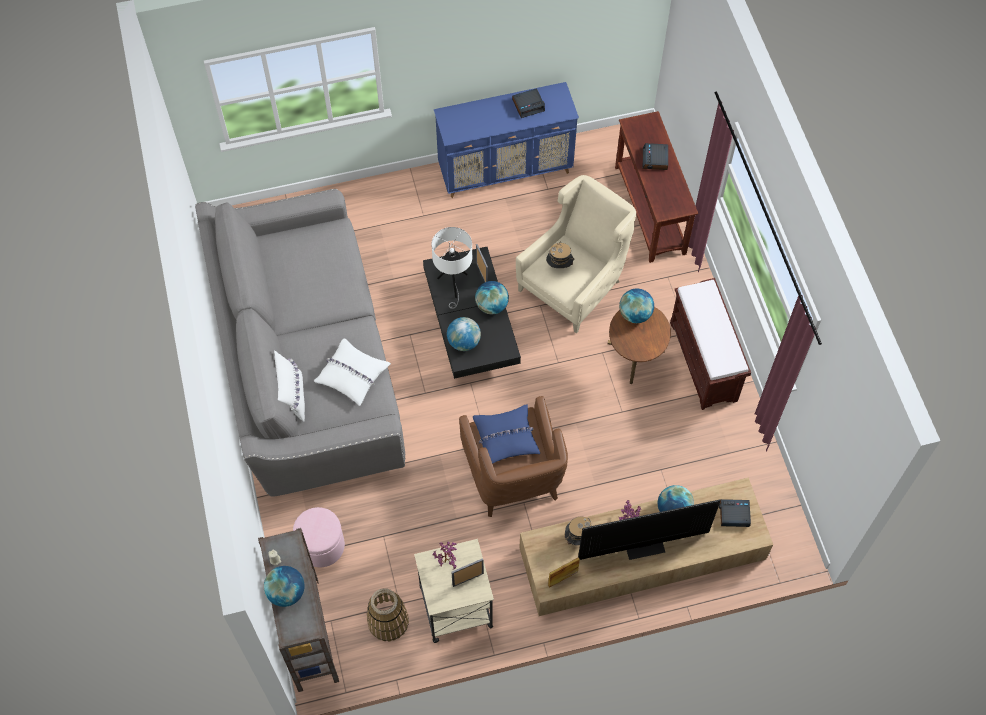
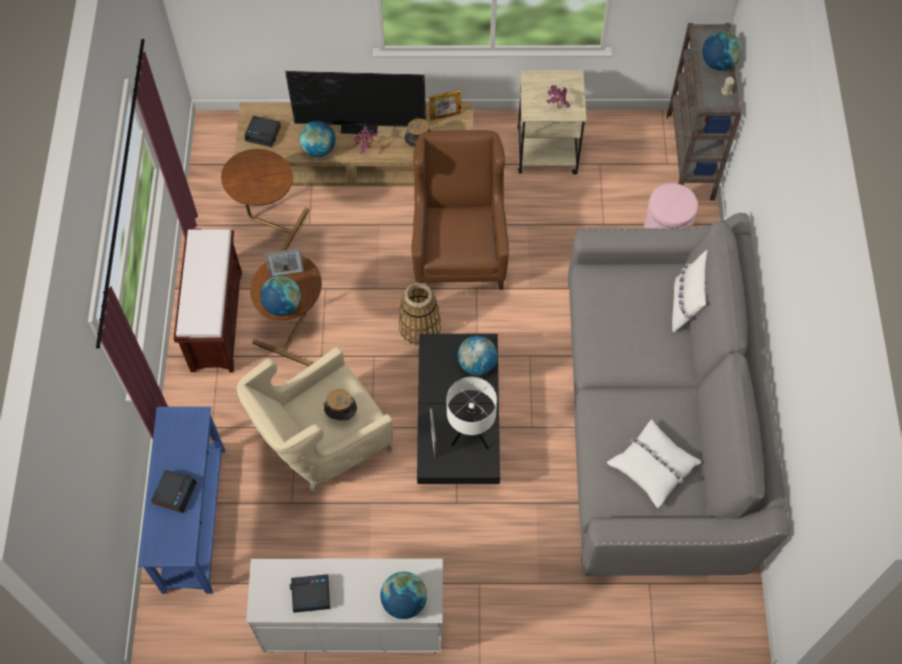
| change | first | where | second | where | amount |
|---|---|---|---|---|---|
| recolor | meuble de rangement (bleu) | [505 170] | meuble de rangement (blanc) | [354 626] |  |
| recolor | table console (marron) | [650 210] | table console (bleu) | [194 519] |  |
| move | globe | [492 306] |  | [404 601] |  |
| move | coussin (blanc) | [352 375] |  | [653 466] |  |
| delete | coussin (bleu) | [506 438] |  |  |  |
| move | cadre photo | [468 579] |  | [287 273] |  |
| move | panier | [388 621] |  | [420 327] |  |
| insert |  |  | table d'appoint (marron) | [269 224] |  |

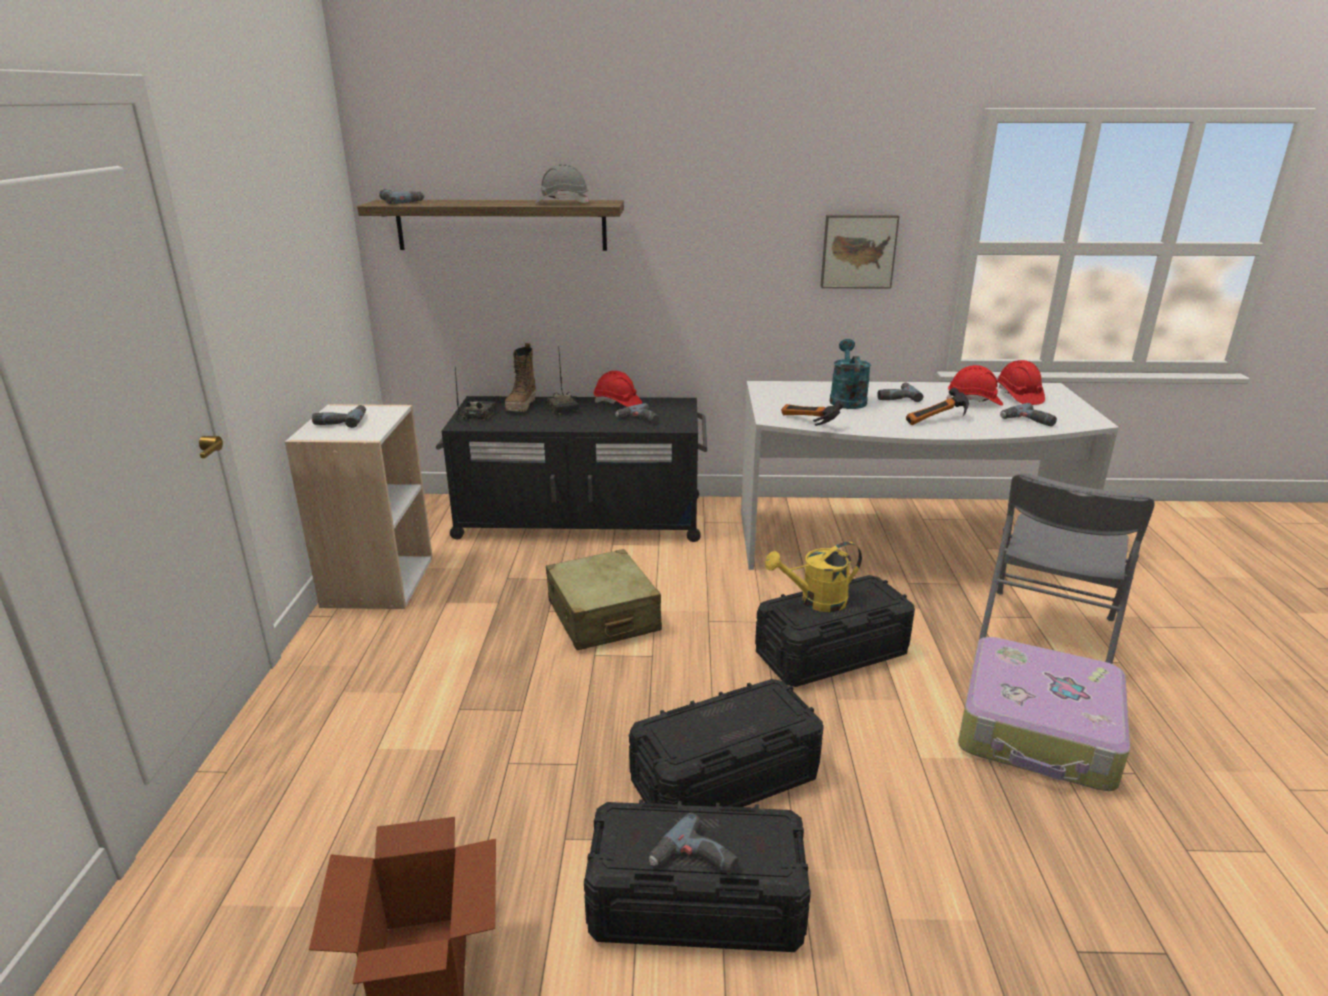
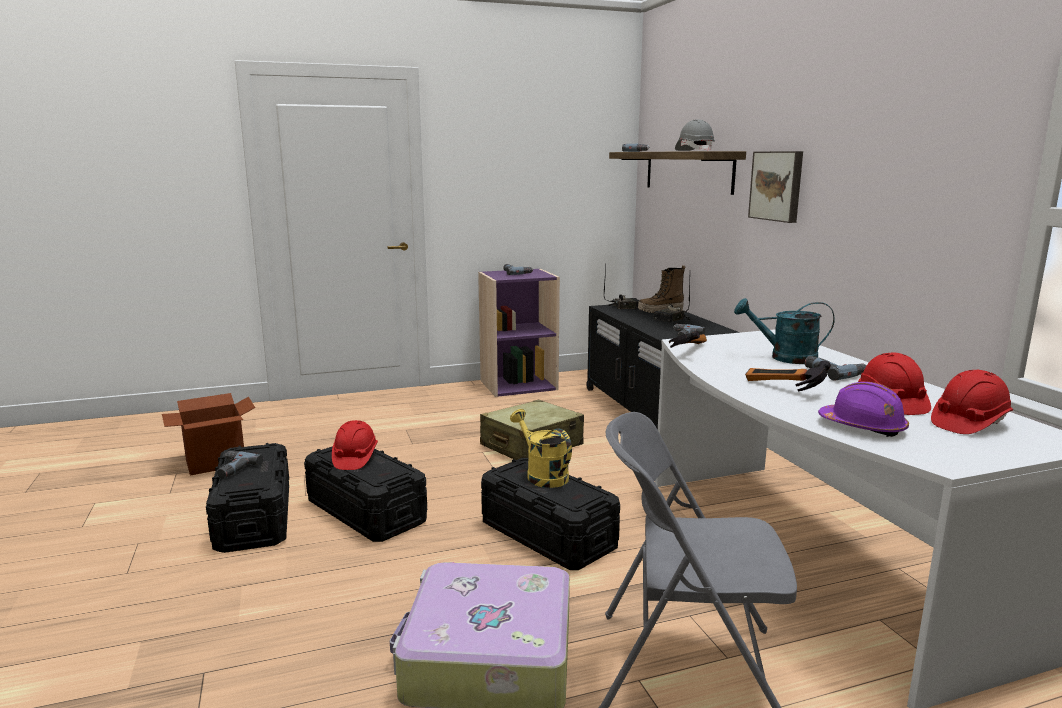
| change | first | where | second | where | amount |
|---|---|---|---|---|---|
| move | tableau | [858 251] |  | [777 186] |  |
| rotate | arrosoir (turquoise) | [846 399] |  | [784 358] | 150 degrees counterclockwise |
| move | casque de chantier (rouge) | [617 403] |  | [354 458] |  |
| replace | perceuse | [1027 421] | casque de chantier (violet) | [862 427] |  |
| recolor | bibliothèque (blanc) | [377 581] | bibliothèque (violet) | [519 384] |  |

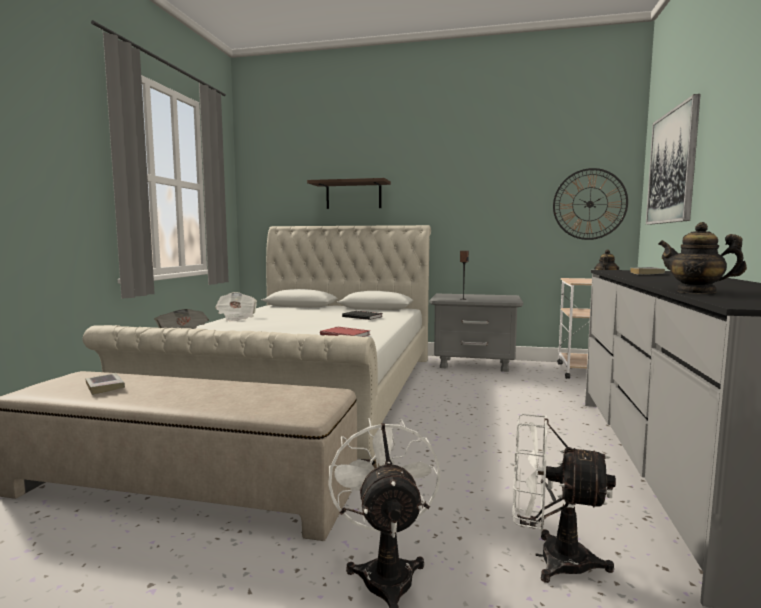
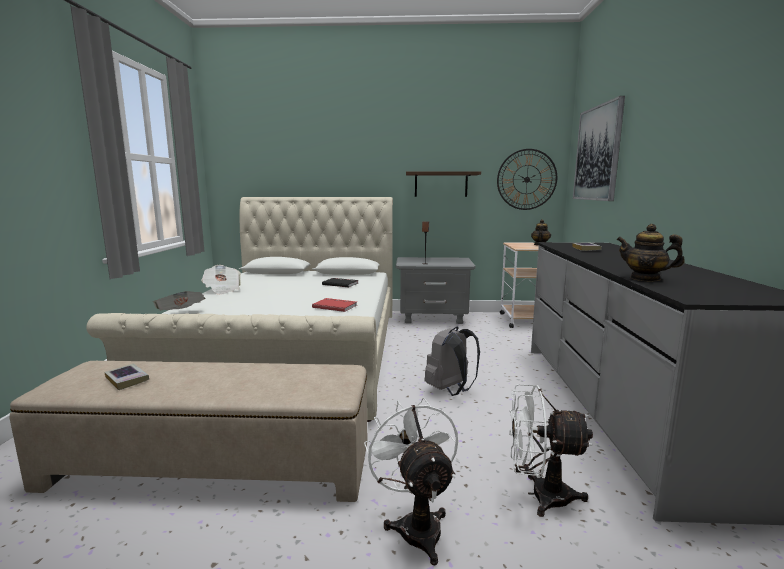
| change | first | where | second | where | amount |
|---|---|---|---|---|---|
| move | étagère | [353 195] |  | [441 184] |  |
| insert |  |  | sac à dos (gris) | [450 390] |  |

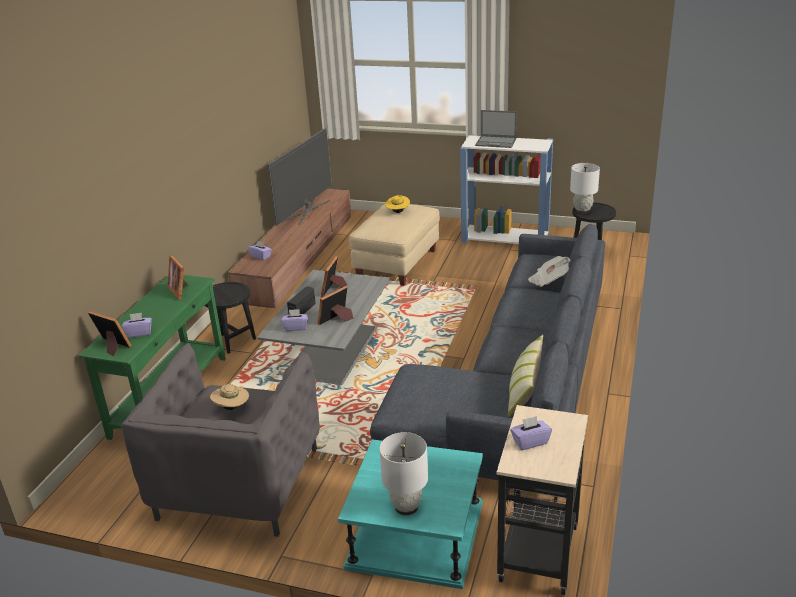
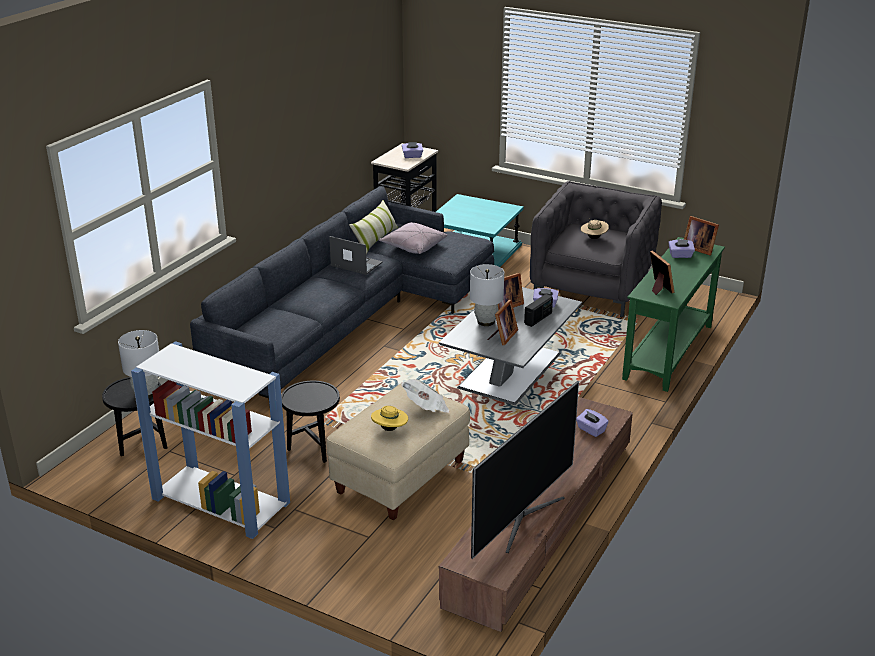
| change | first | where | second | where | amount |
|---|---|---|---|---|---|
| move | ordinateur portable | [496 142] |  | [356 264] |  |
| move | journal | [548 280] |  | [426 407] |  |
| move | table d'appoint (noir) | [233 341] |  | [313 451] |  |
| move | lampe de table (blanc) | [406 507] |  | [485 322] |  |
| insert |  |  | coussin (violet) | [413 246] |  |

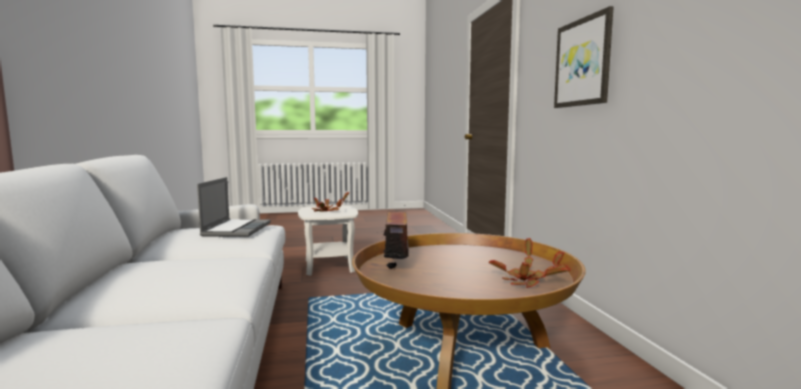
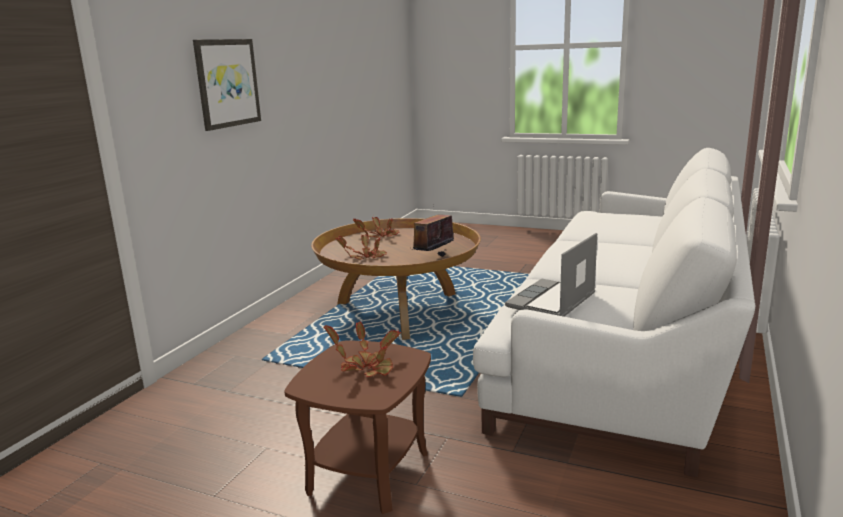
| change | first | where | second | where | amount |
|---|---|---|---|---|---|
| recolor | table d'appoint (blanc) | [329 266] | table d'appoint (marron) | [368 471] |  |
| insert |  |  | plante en pot | [365 257] |  |

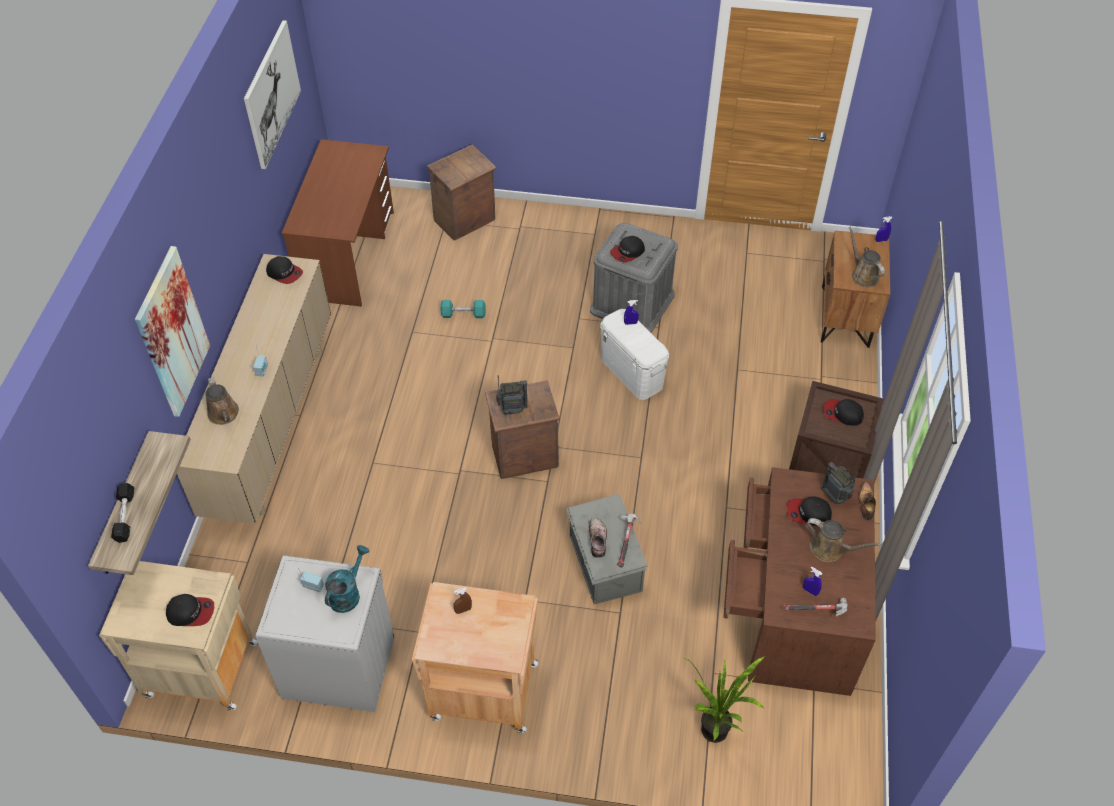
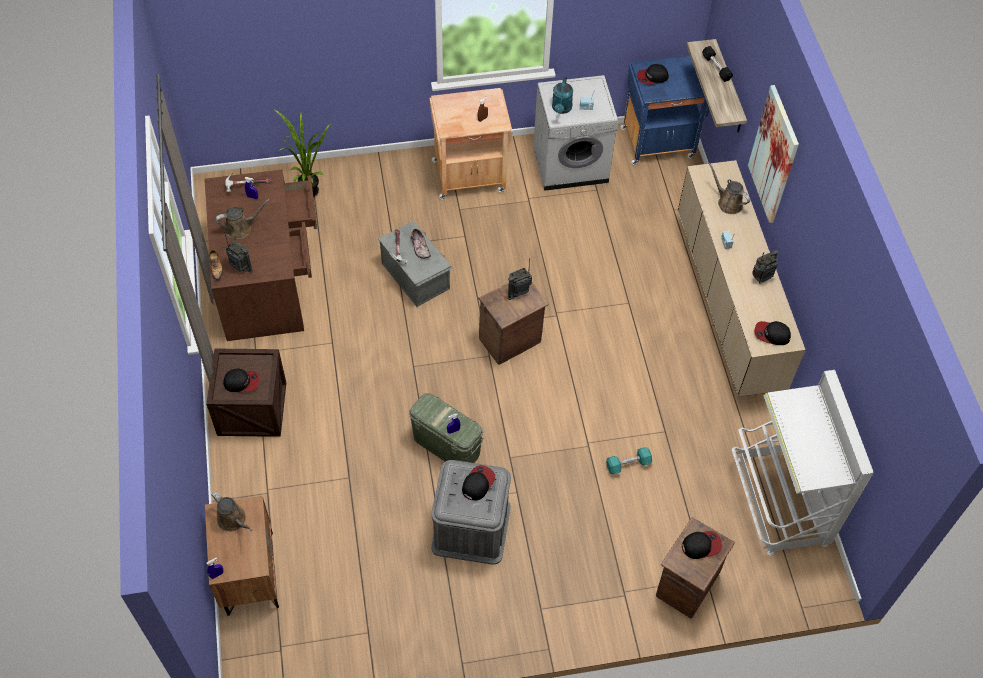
| change | first | where | second | where | amount |
|---|---|---|---|---|---|
| delete | tableau | [271 94] |  |  |  |
| replace | bureau (marron) | [348 255] | étagère à chaussures (blanc) | [777 502] |  |
| recolor | boîte de rangement (blanc) | [632 372] | boîte de rangement (vert) | [446 446] |  |
| move | casquette | [808 513] |  | [701 545] |  |
| rotate | arrosoir (marron) | [830 549] |  | [241 228] | 150 degrees clockwise |
| recolor | chariot (beige) | [199 669] | chariot (bleu) | [659 142] |  |
| insert |  |  | radio | [761 278] |  |

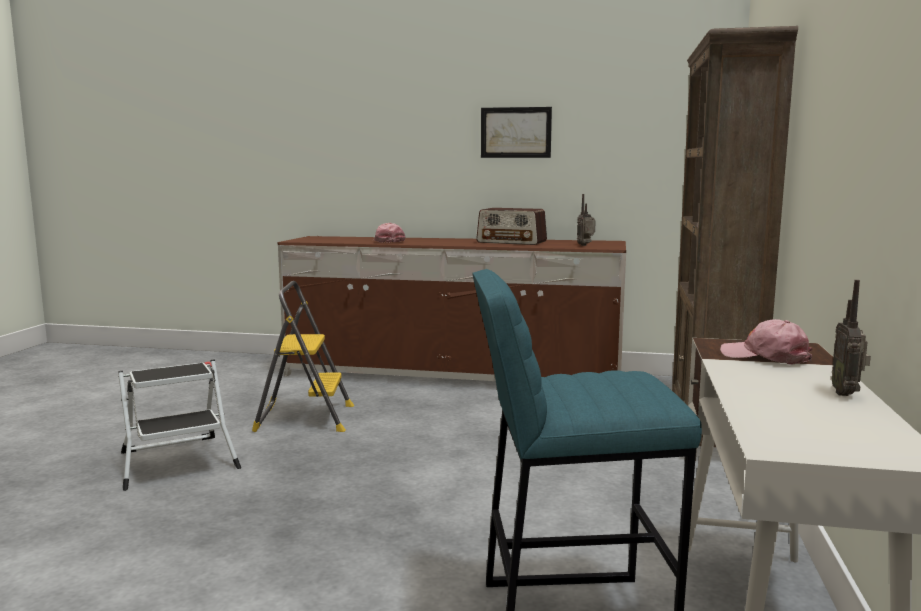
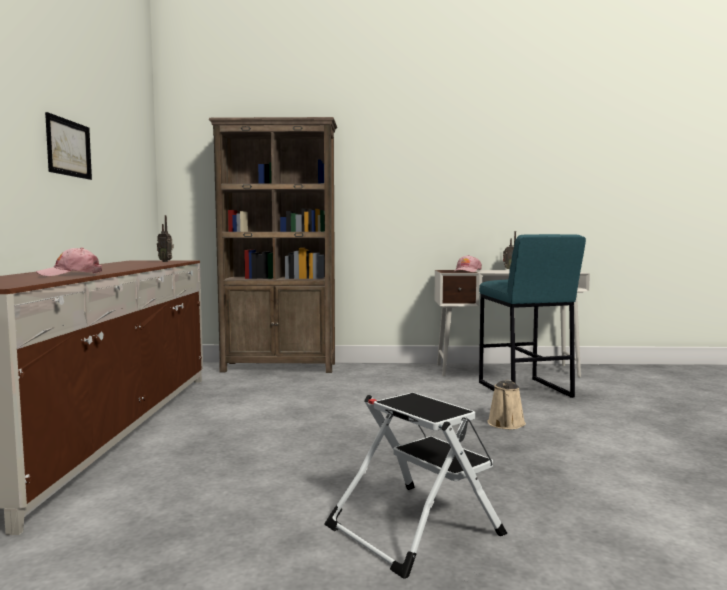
| change | first | where | second | where | amount |
|---|---|---|---|---|---|
| delete | radio | [512 242] |  |  |  |
| delete | escabeau (jaune) | [300 417] |  |  |  |
| insert |  |  | arrosoir (beige) | [506 424] |  |

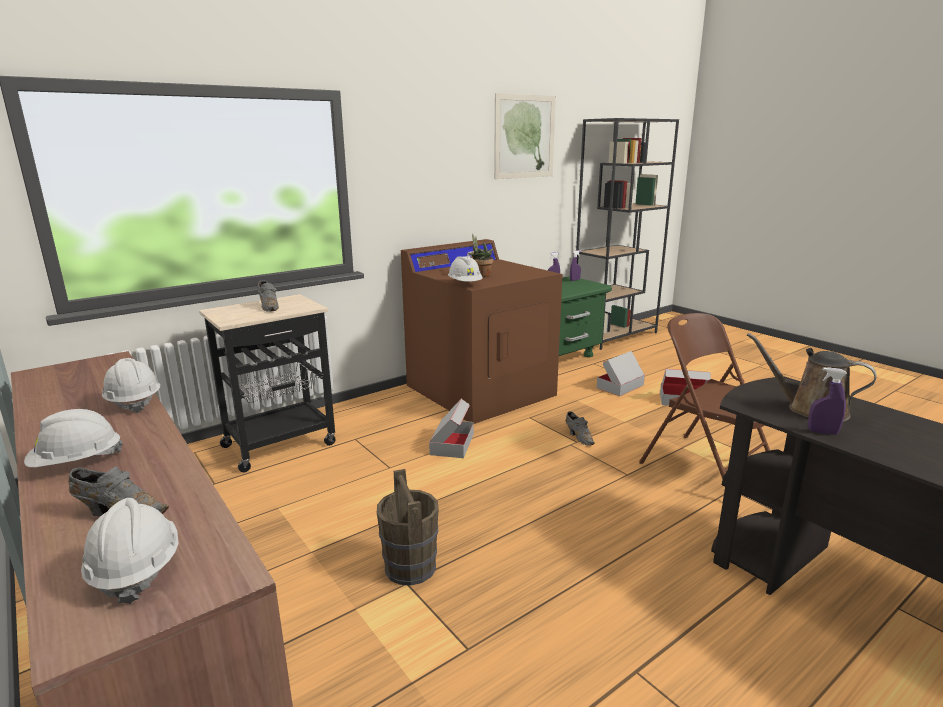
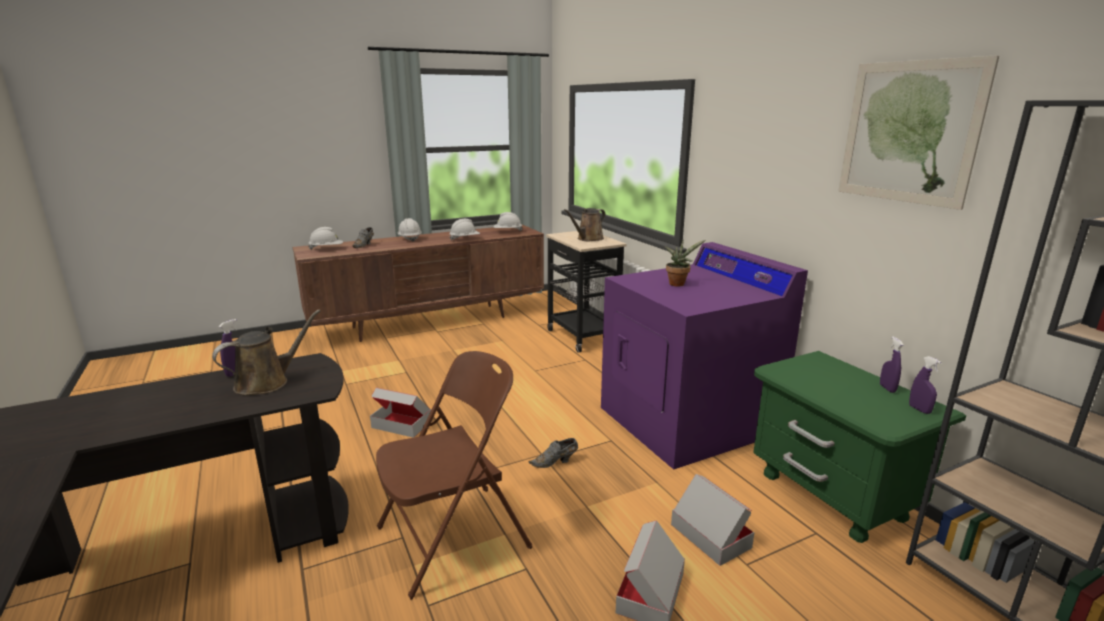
| change | first | where | second | where | amount |
|---|---|---|---|---|---|
| recolor | lave-linge (marron) | [481 390] | lave-linge (violet) | [688 420] |  |
| move | casque de chantier (blanc) | [465 284] |  | [507 231] |  |
| replace | chaussure (gris) | [269 307] | arrosoir (marron) | [588 239] |  |
| move | carton | [452 444] |  | [402 424] |  |
| delete | seau (marron) | [410 567] |  |  |  |

